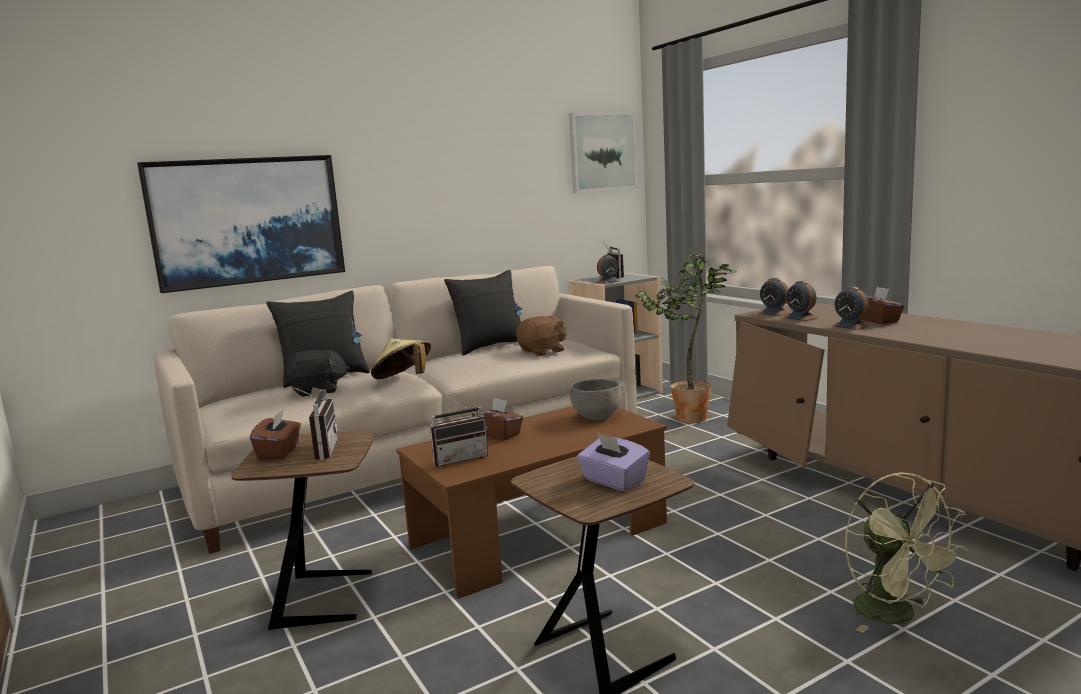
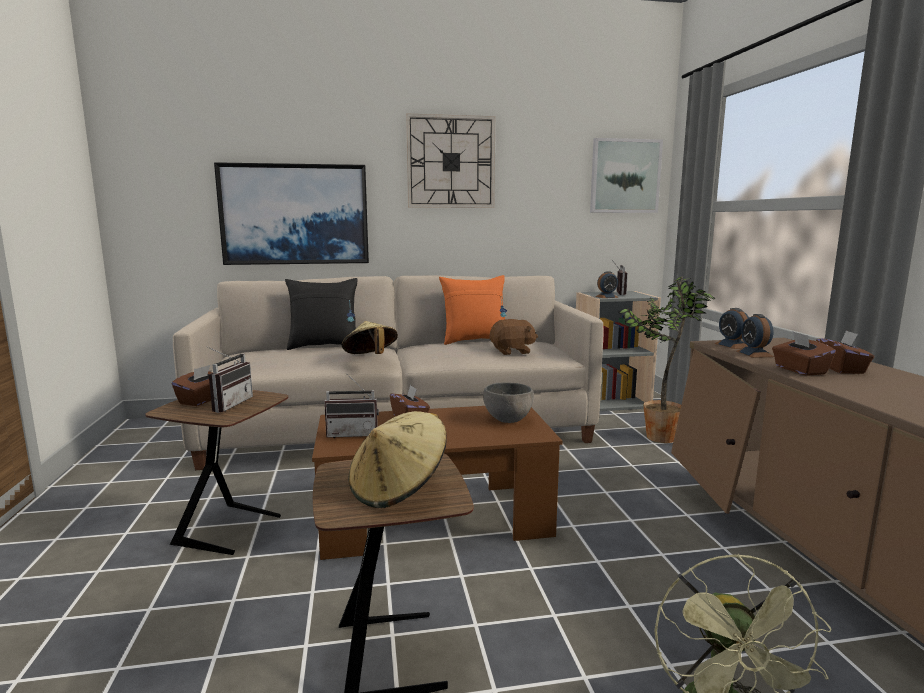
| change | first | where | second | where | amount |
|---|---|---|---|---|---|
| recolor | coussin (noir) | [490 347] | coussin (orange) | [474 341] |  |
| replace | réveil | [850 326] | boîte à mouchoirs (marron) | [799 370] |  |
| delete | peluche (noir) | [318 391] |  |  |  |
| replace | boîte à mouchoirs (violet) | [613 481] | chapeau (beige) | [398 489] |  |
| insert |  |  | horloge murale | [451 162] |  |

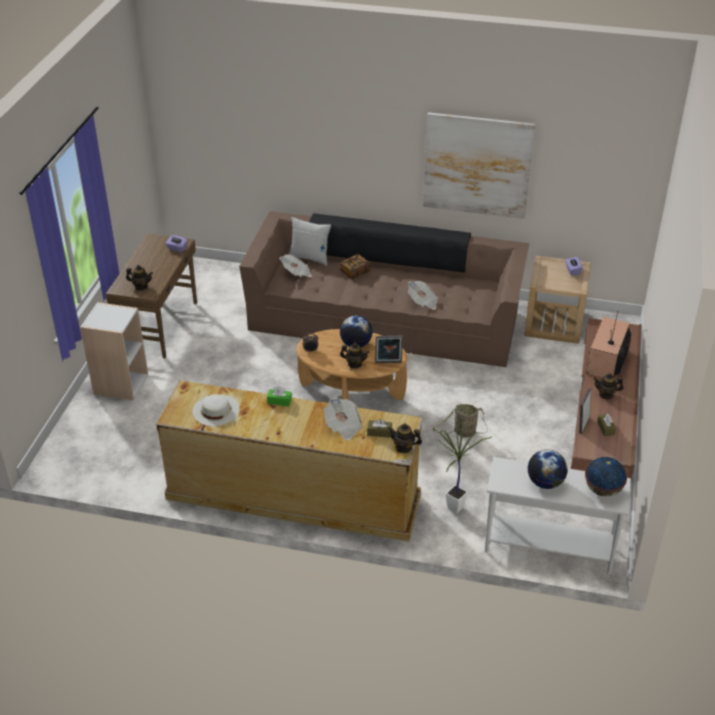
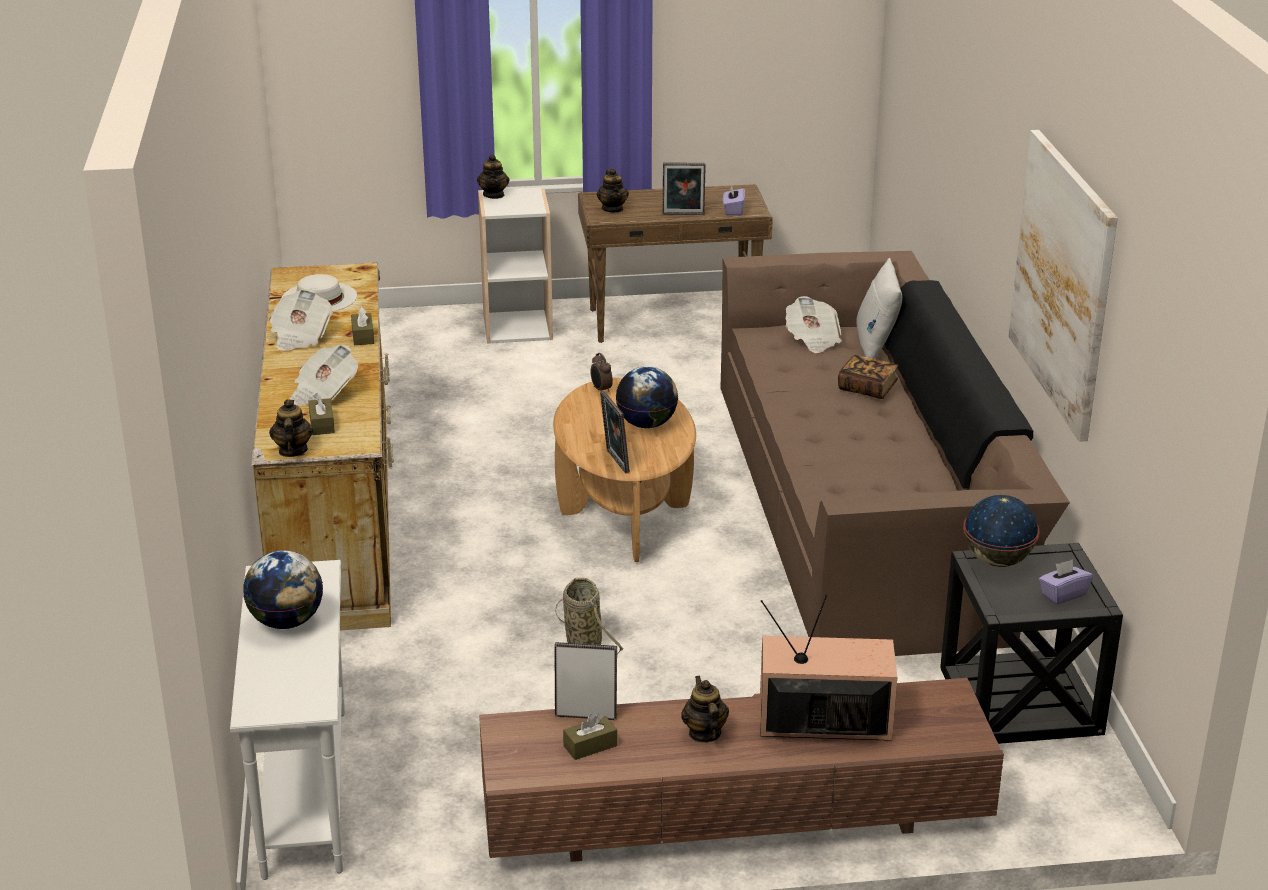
| change | first | where | second | where | amount |
|---|---|---|---|---|---|
| recolor | table d'appoint (beige) | [554 323] | table d'appoint (noir) | [1020 701] |  |
| move | journal | [423 302] |  | [300 337] |  |
| move | théière | [354 364] |  | [494 195] |  |
| recolor | boîte à mouchoirs (vert) | [279 401] | boîte à mouchoirs (marron) | [363 336] |  |
| delete | plante en pot | [454 505] |  |  |  |
| move | globe | [602 490] |  | [997 560] |  |
| insert |  |  | cadre photo | [683 215] |  |

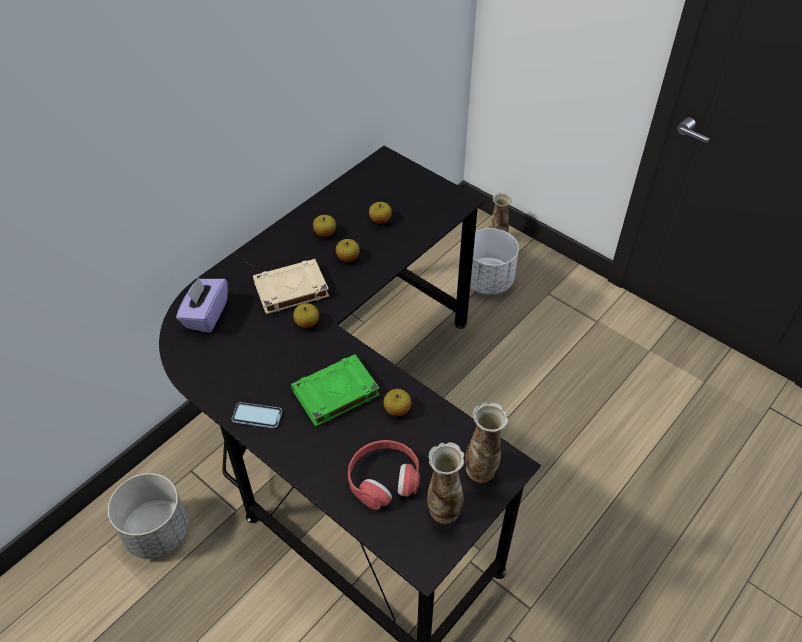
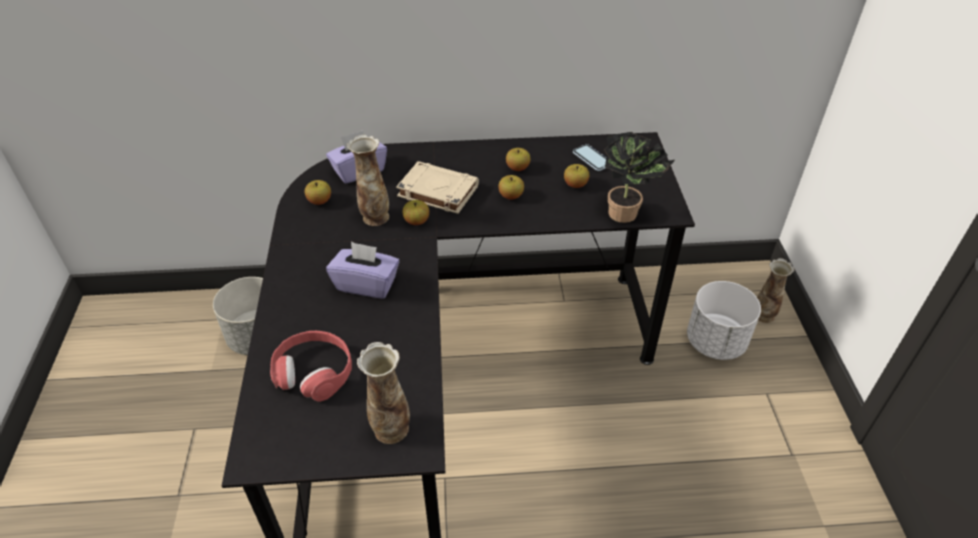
| change | first | where | second | where | amount |
|---|---|---|---|---|---|
| replace | livre (vert) | [335 393] | boîte à mouchoirs (violet) | [366 284] |  |
| move | pomme | [397 410] |  | [319 201] |  |
| move | téléphone | [257 416] |  | [592 159] |  |
| move | vase | [443 510] |  | [374 217] |  |
| insert |  |  | plante en pot | [627 214] |  |

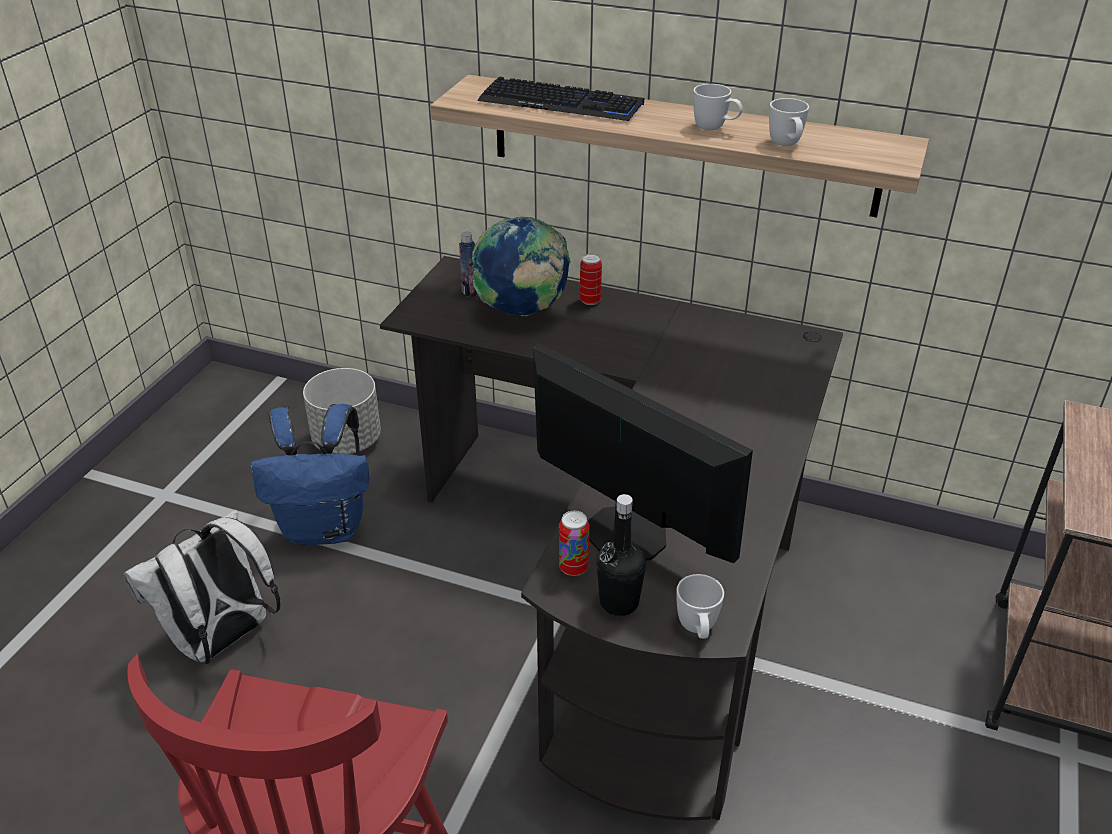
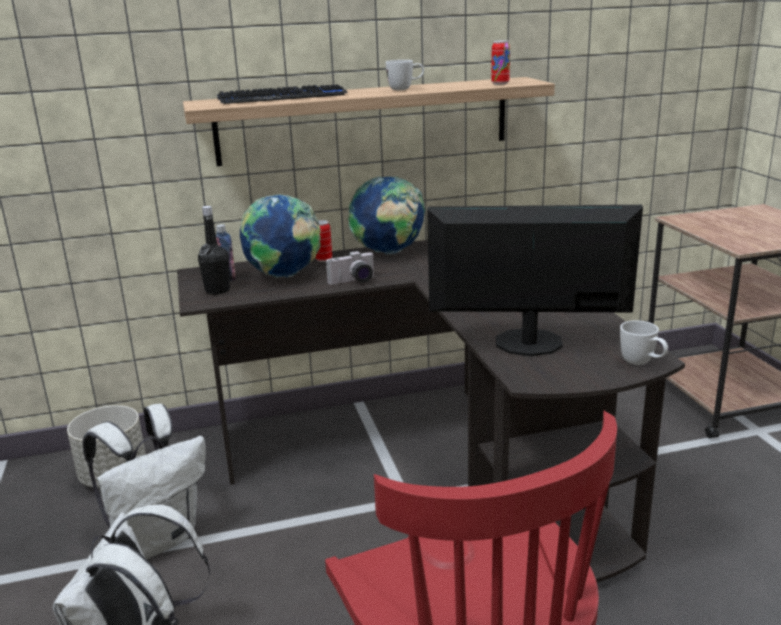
| change | first | where | second | where | amount |
|---|---|---|---|---|---|
| delete | mug (blanc) | [786 145] |  |  |  |
| recolor | sac à dos (bleu) | [326 527] | sac à dos (blanc) | [158 538] |  |
| move | bouteille (noir) | [619 602] |  | [217 290] |  |
| move | boîte métallique | [573 568] |  | [500 83] |  |
| insert |  |  | globe | [389 253] |  |
| insert |  |  | appareil photo | [353 281] |  |

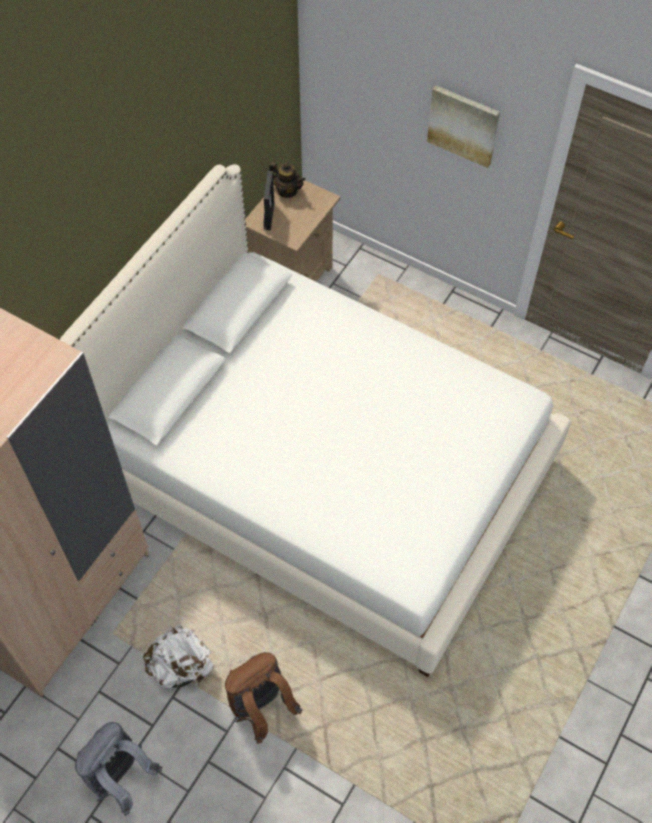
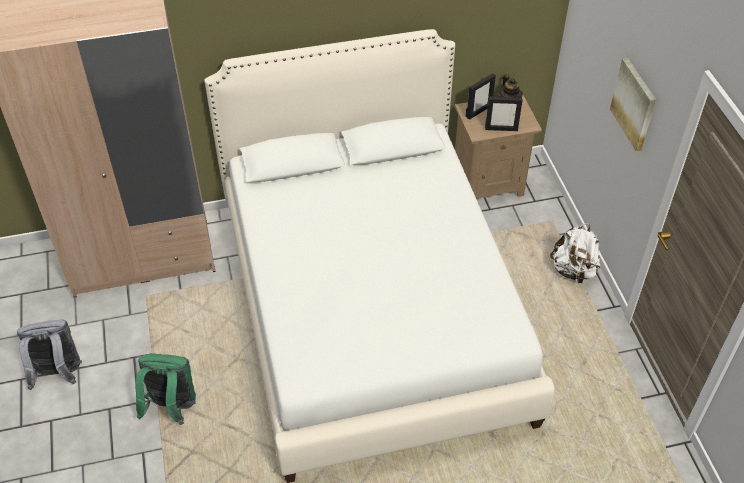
| change | first | where | second | where | amount |
|---|---|---|---|---|---|
| move | sac à dos (blanc) | [181 667] |  | [573 270] |  |
| recolor | sac à dos (marron) | [261 707] | sac à dos (vert) | [171 407] |  |
| insert |  |  | cadre photo | [501 128] |  |

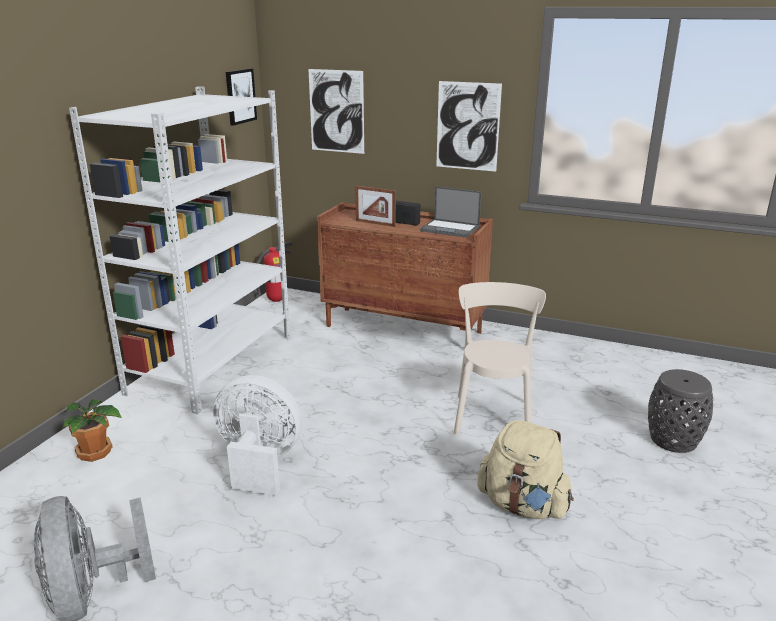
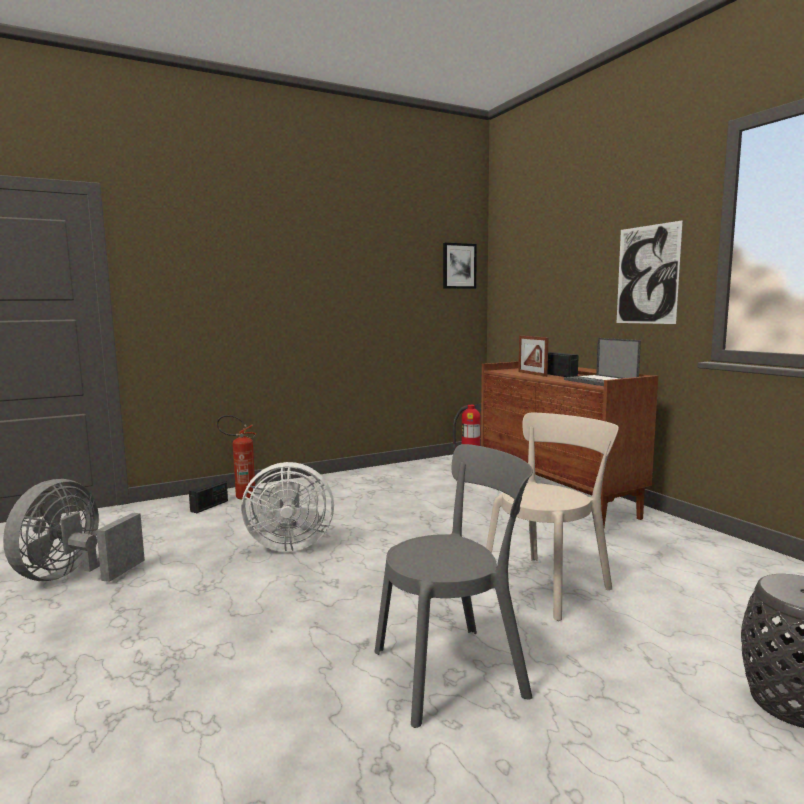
| change | first | where | second | where | amount |
|---|---|---|---|---|---|
| delete | tableau | [336 111] |  |  |  |
| delete | bibliothèque (blanc) | [213 364] |  |  |  |
| rotate | ventilateur (blanc) | [259 463] |  | [287 545] | 120 degrees clockwise |
| replace | plante en pot | [95 453] | radio | [209 506] |  |
| replace | sac à dos (beige) | [523 505] | chaise (gris) | [456 671] |  |
| insert |  |  | extincteur | [240 497] |  |

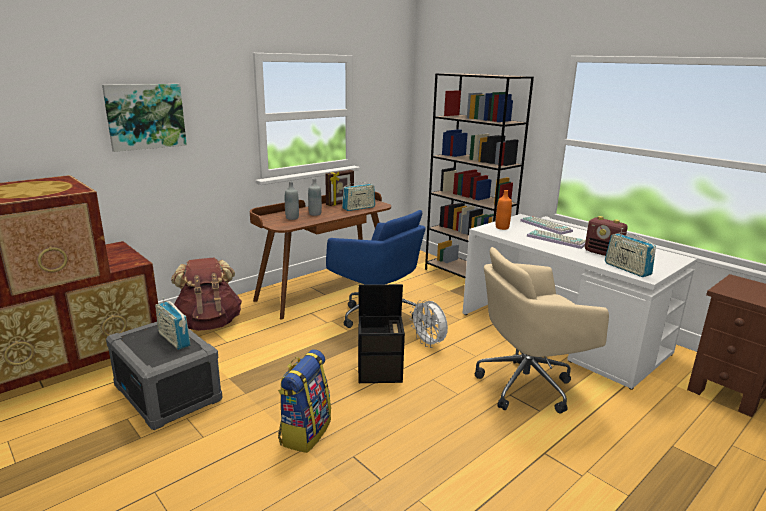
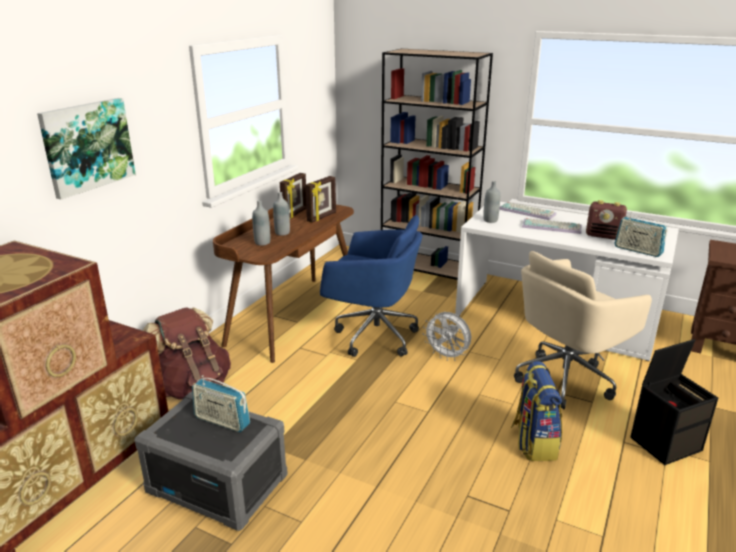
| change | first | where | second | where | amount |
|---|---|---|---|---|---|
| replace | radio | [358 208] | cadre photo | [322 217] |  |
| recolor | bouteille (orange) | [502 227] | bouteille (gris) | [490 220] |  |
| move | boîte de rangement (noir) | [380 372] |  | [666 443] |  |
| move | sac à dos | [305 432] |  | [533 442] |  |

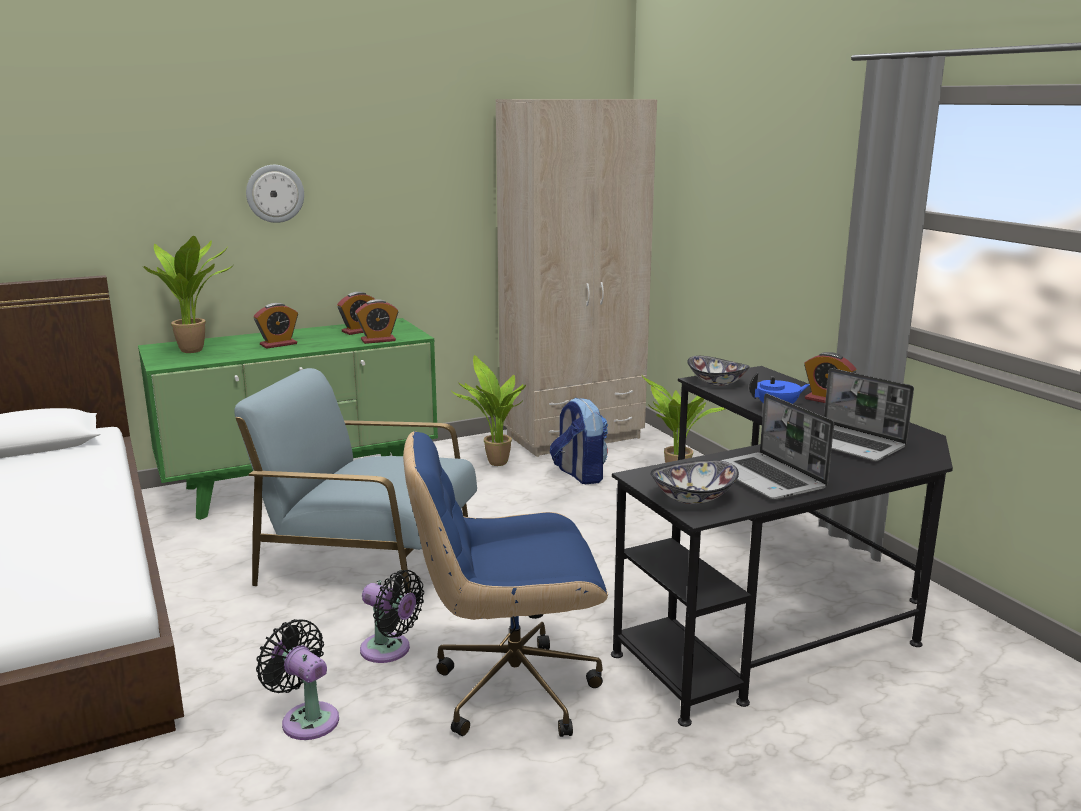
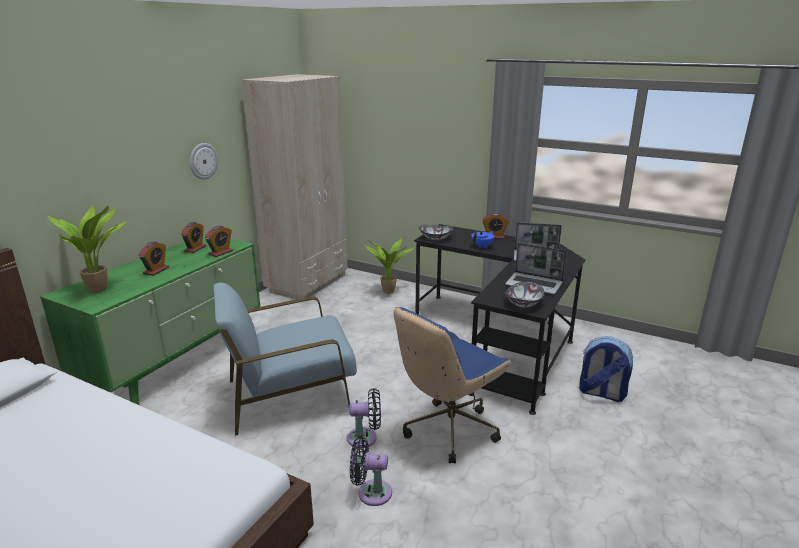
| change | first | where | second | where | amount |
|---|---|---|---|---|---|
| move | horloge murale | [275 193] |  | [203 161] |  |
| delete | plante en pot | [494 463] |  |  |  |
| move | sac à dos | [579 475] |  | [601 393] |  |

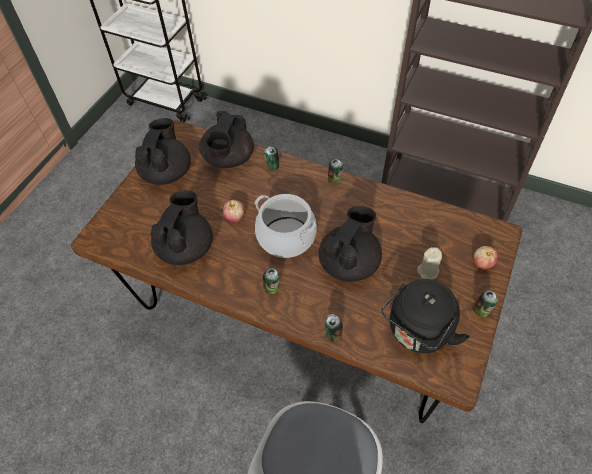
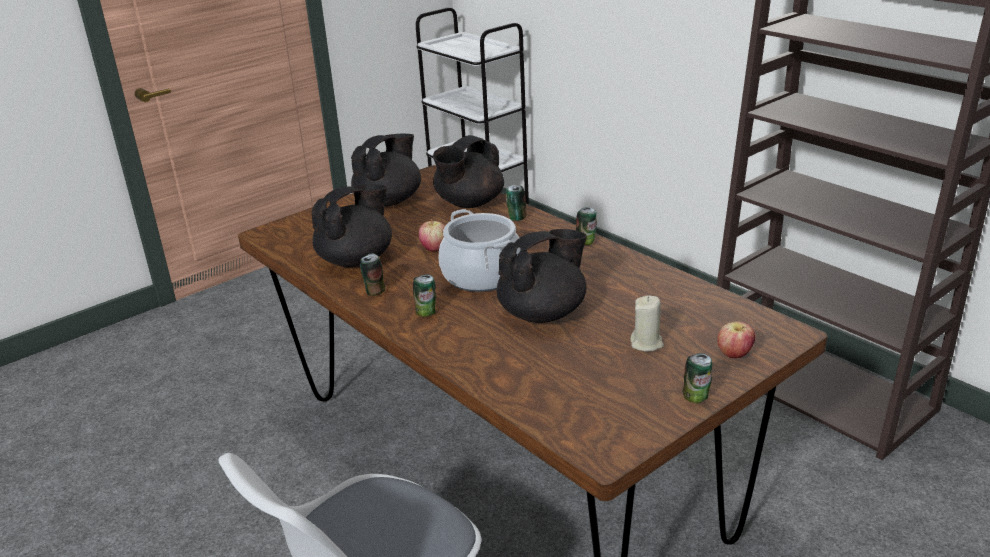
| change | first | where | second | where | amount |
|---|---|---|---|---|---|
| delete | bouilloire (noir) | [417 332] |  |  |  |
| move | boîte métallique | [333 334] |  | [375 291] |  |

